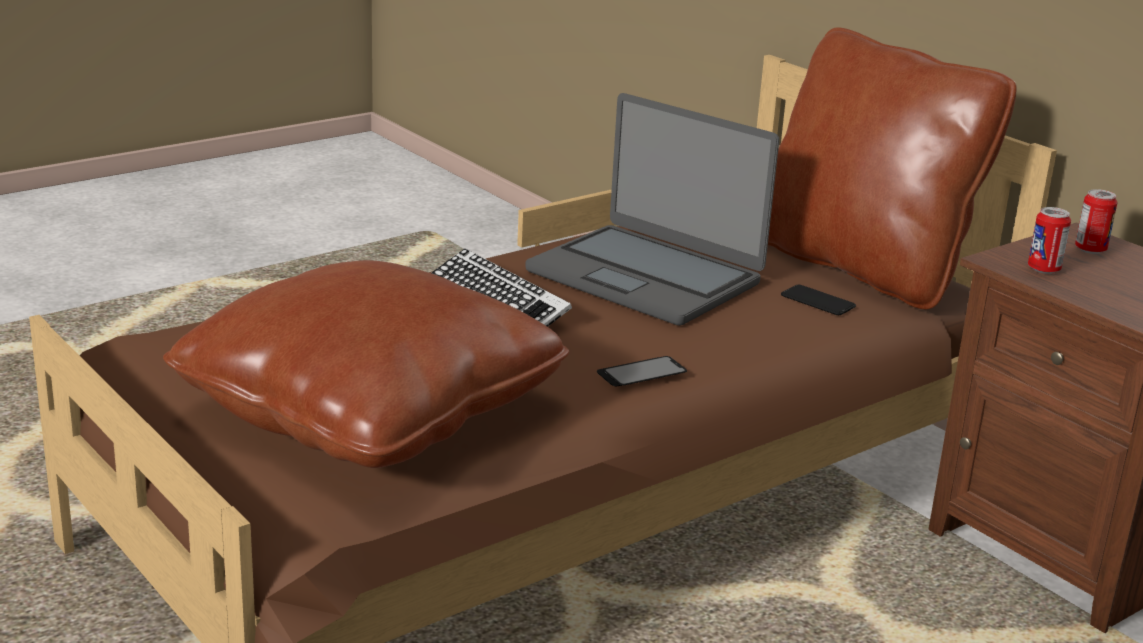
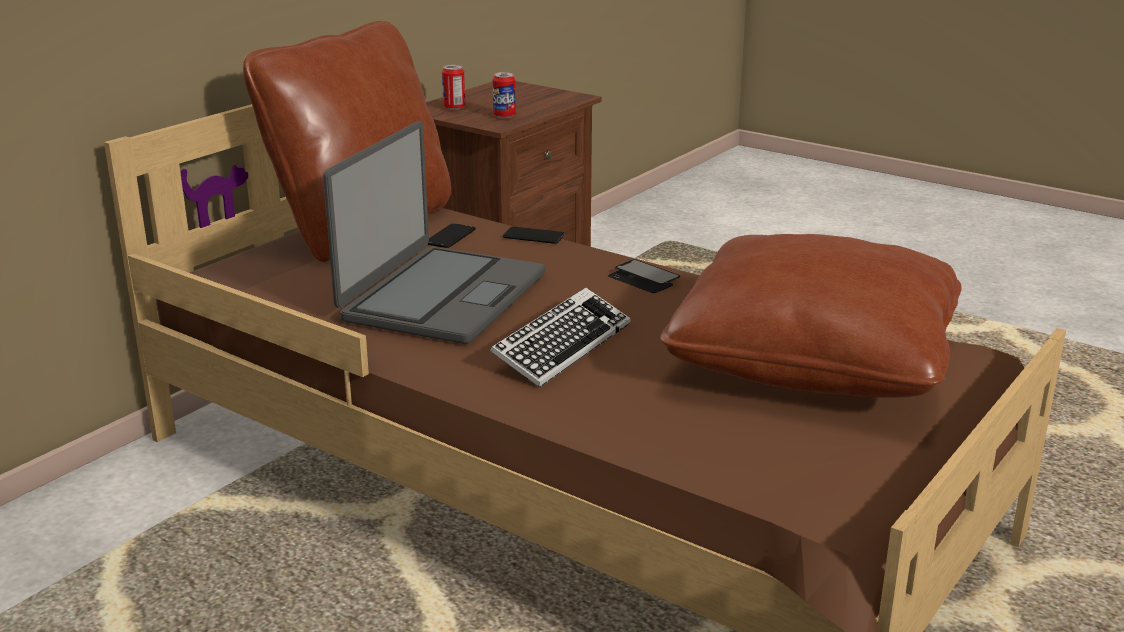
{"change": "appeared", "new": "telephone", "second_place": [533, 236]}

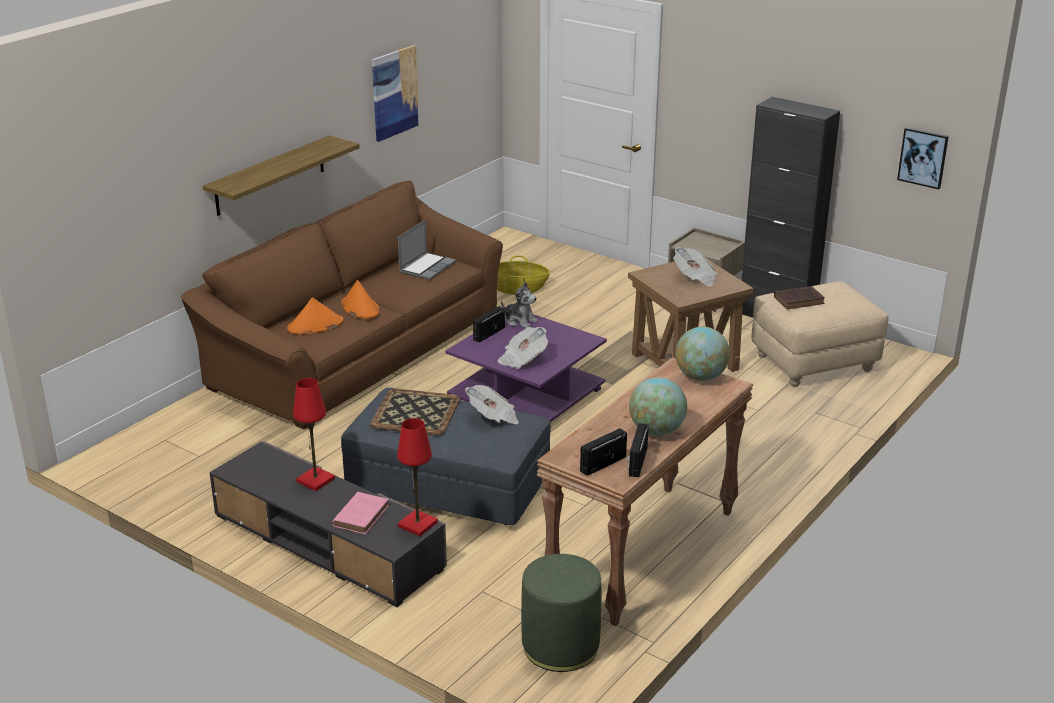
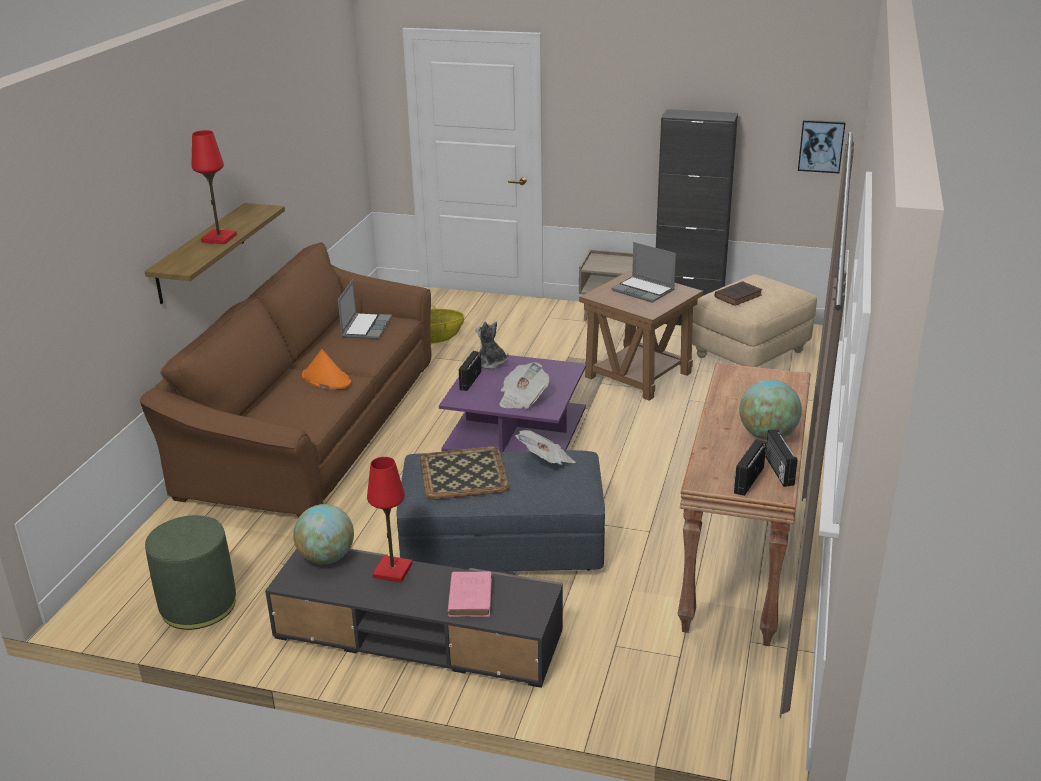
{"change": "relocated", "old": "green-coloured_ottoman", "first_place": [560, 646], "second_place": [198, 605]}
{"change": "relocated", "old": "red_table_lamp", "first_place": [417, 524], "second_place": [219, 238]}
{"change": "relocated", "old": "globe", "first_place": [700, 377], "second_place": [326, 558]}
{"change": "spun", "old": "cuddly_toy", "first_place": [520, 321], "second_place": [491, 363], "degrees": -150}
{"change": "exchanged", "old": "daily_paper", "new": "notebook_computer", "first_place": [695, 278], "second_place": [644, 290]}
{"change": "missing", "old": "orangey_hat", "first_place": [315, 325]}
{"change": "missing", "old": "picture", "first_place": [394, 92]}

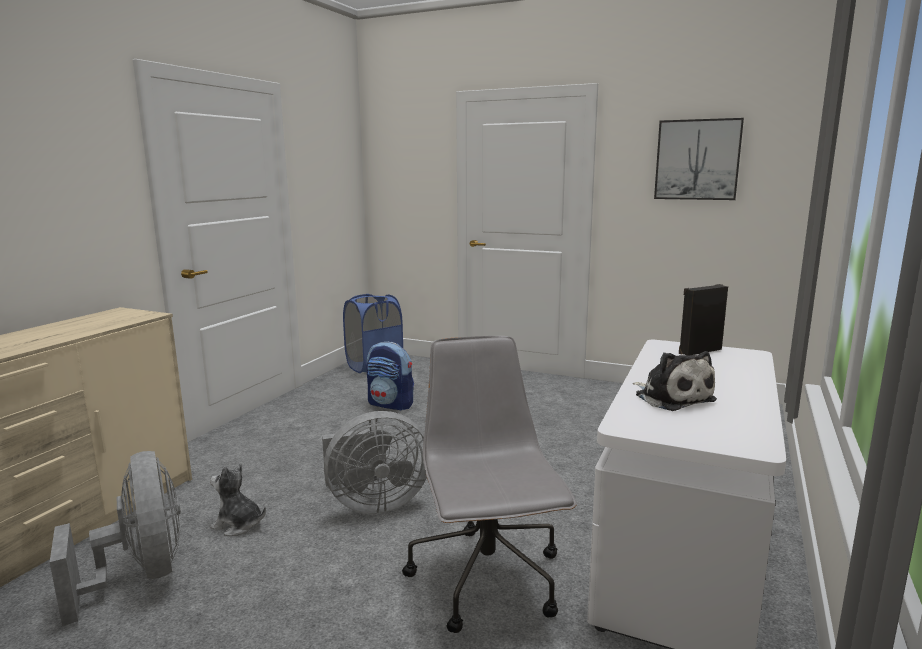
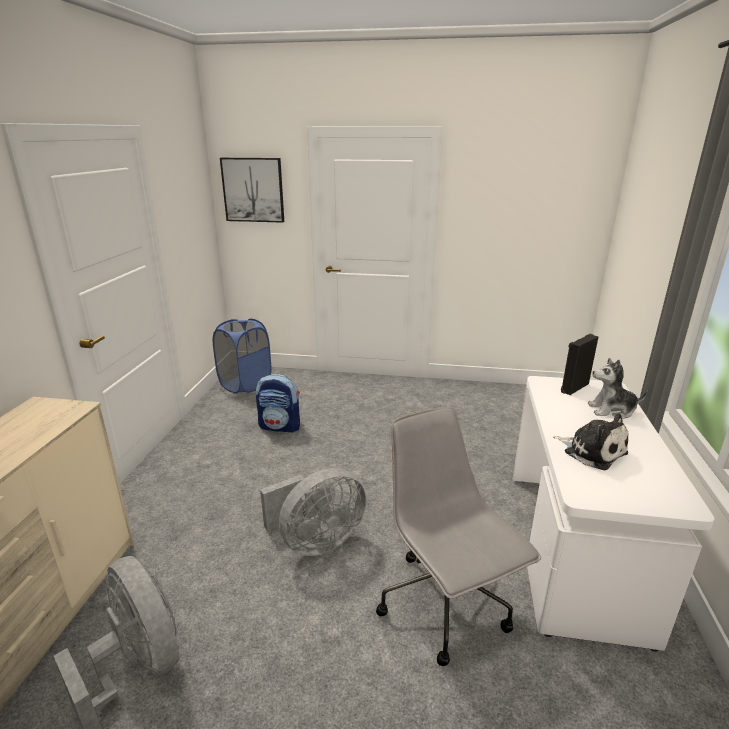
{"change": "relocated", "old": "picture", "first_place": [697, 160], "second_place": [253, 190]}
{"change": "relocated", "old": "cuddly_toy", "first_place": [238, 525], "second_place": [612, 410]}

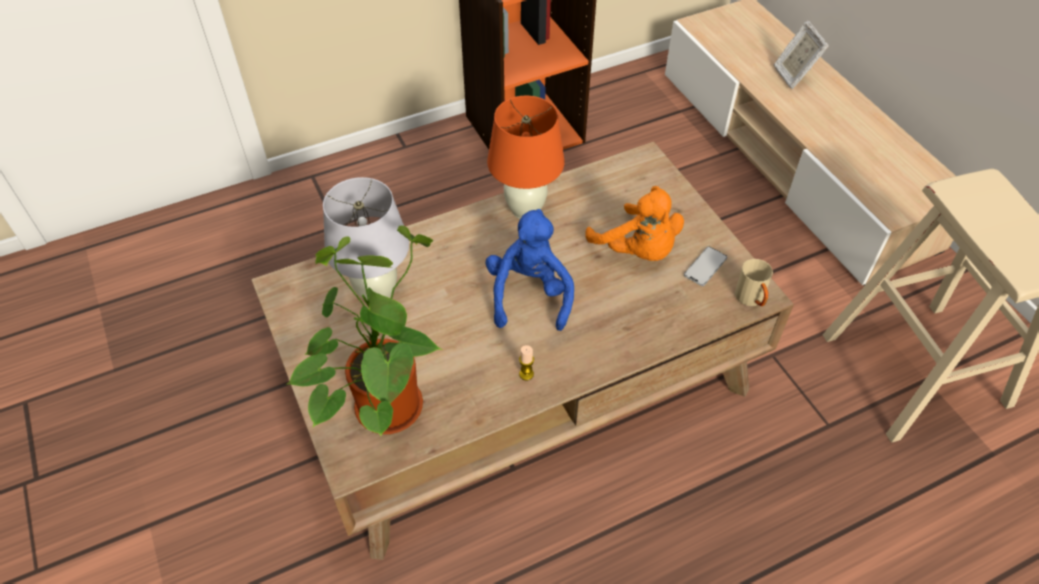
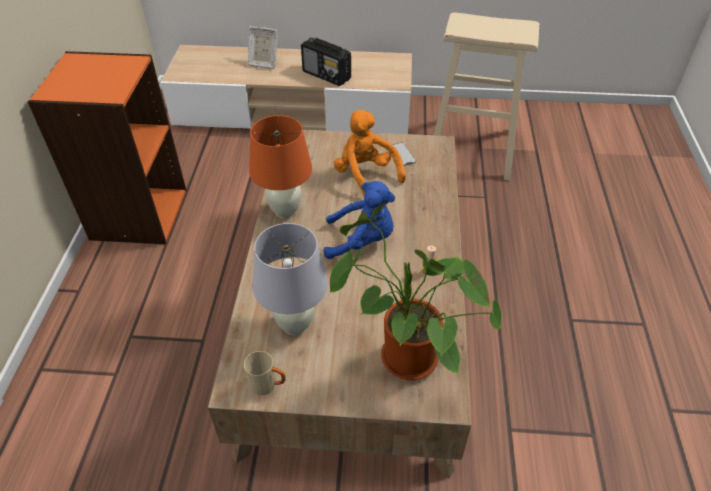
{"change": "relocated", "old": "beige_coffee_mug", "first_place": [751, 300], "second_place": [268, 385]}
{"change": "appeared", "new": "radio_set", "second_place": [327, 75]}
{"change": "spun", "old": "blue-coloured_cuddly_toy", "first_place": [529, 294], "second_place": [362, 241], "degrees": 150}
{"change": "spun", "old": "orangey_cuddly_toy", "first_place": [637, 250], "second_place": [366, 176], "degrees": -120}

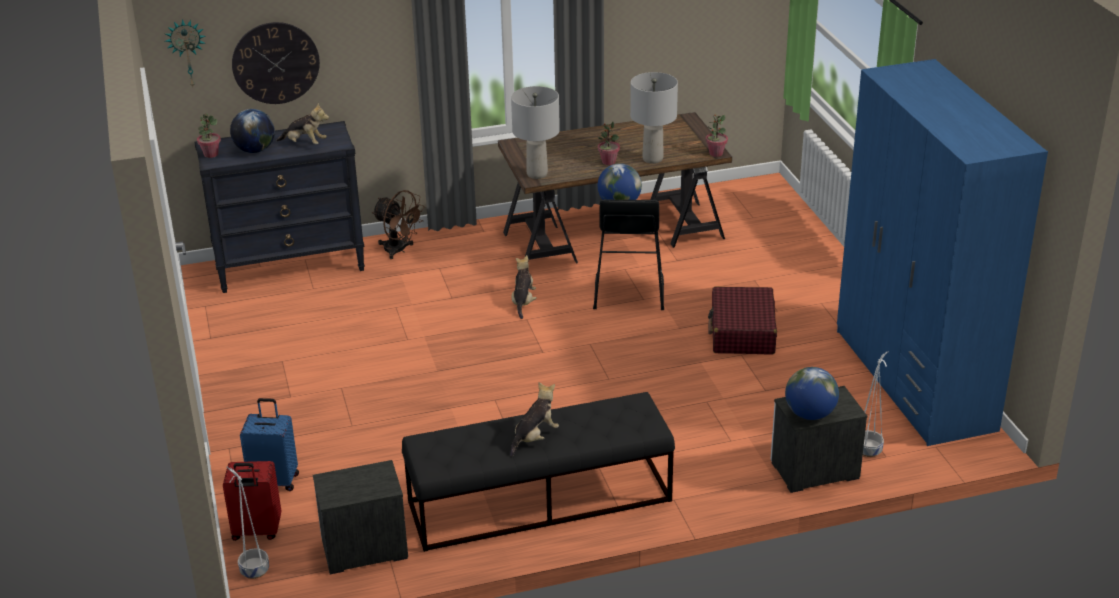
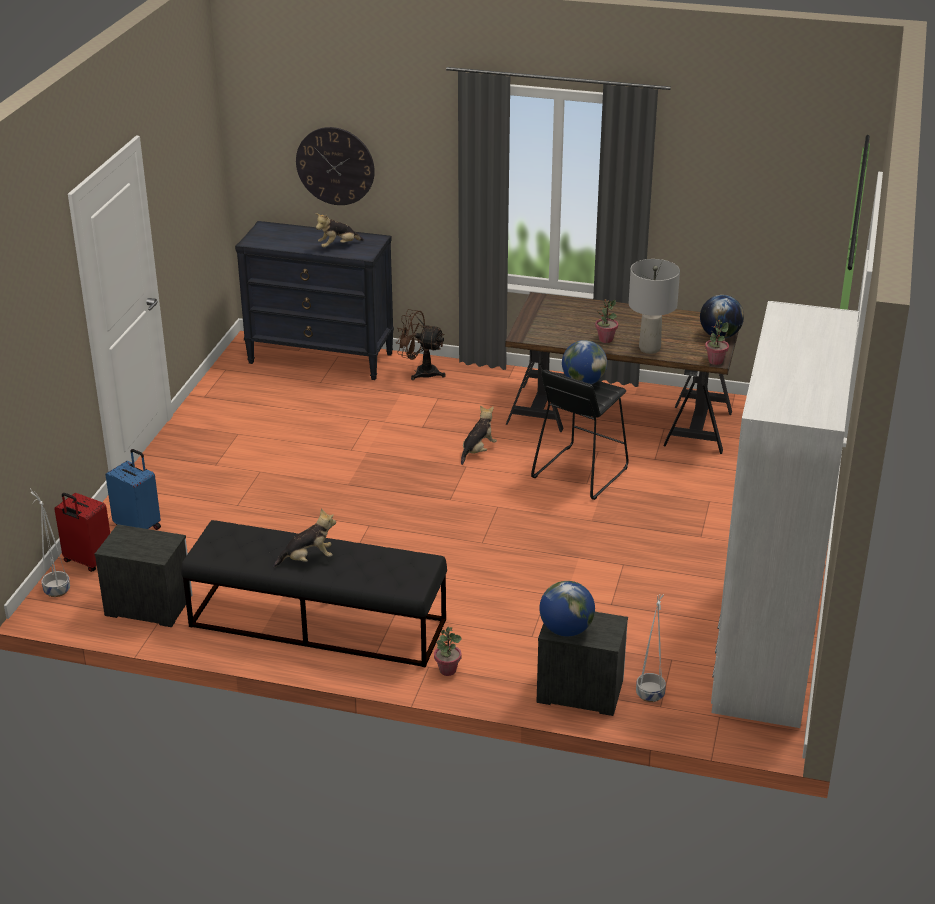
{"change": "spun", "old": "cuddly_toy", "first_place": [305, 143], "second_place": [338, 246], "degrees": 105}
{"change": "spun", "old": "brown-coloured_fan", "first_place": [399, 250], "second_place": [420, 372], "degrees": 135}
{"change": "relocated", "old": "potted_plant", "first_place": [211, 154], "second_place": [447, 670]}
{"change": "relocated", "old": "globe", "first_place": [255, 150], "second_place": [719, 336]}
{"change": "colour", "old": "blue-coloured_armoire", "new": "white_armoire", "first_place": [913, 380], "second_place": [766, 647]}
{"change": "missing", "old": "hanging_clock", "first_place": [187, 52]}
{"change": "missing", "old": "grey_table_lamp", "first_place": [537, 174]}
{"change": "missing", "old": "red_suitcase", "first_place": [742, 332]}

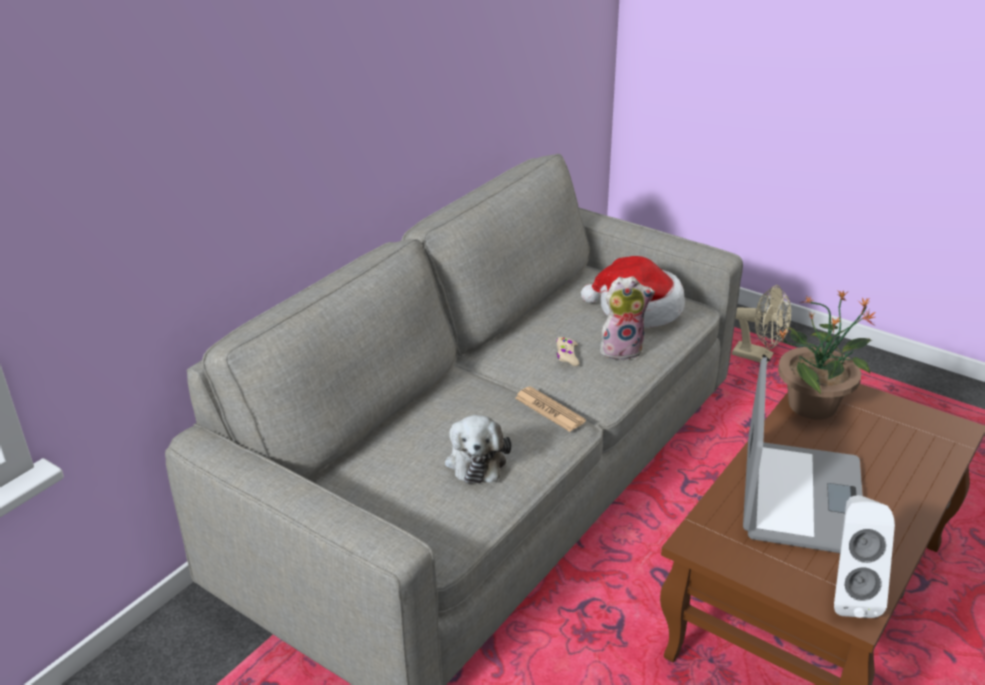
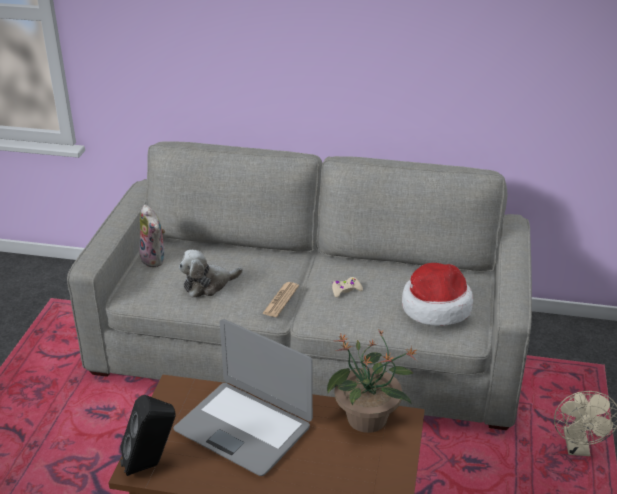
{"change": "colour", "old": "white_speaker", "new": "blackish_speaker", "first_place": [848, 595], "second_place": [151, 464]}
{"change": "relocated", "old": "cuddly_toy", "first_place": [622, 349], "second_place": [155, 259]}
{"change": "spun", "old": "notebook_computer", "first_place": [800, 498], "second_place": [244, 427], "degrees": 45}

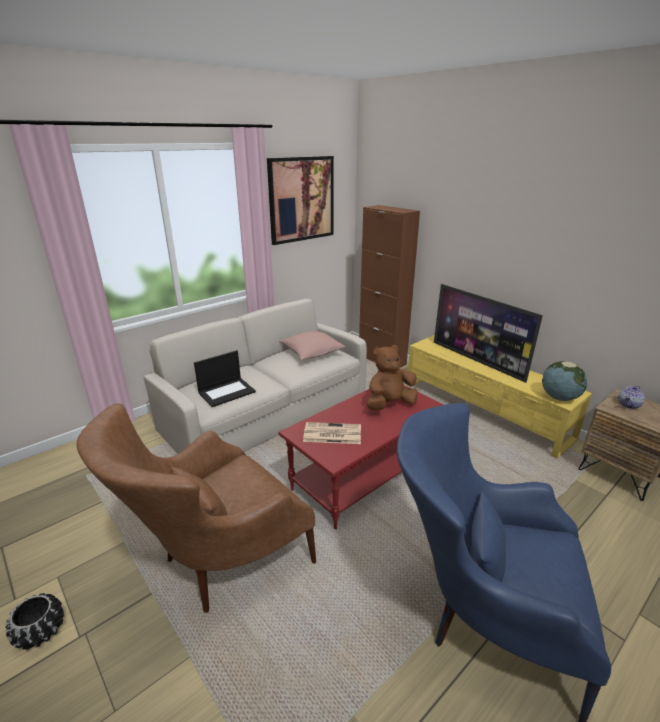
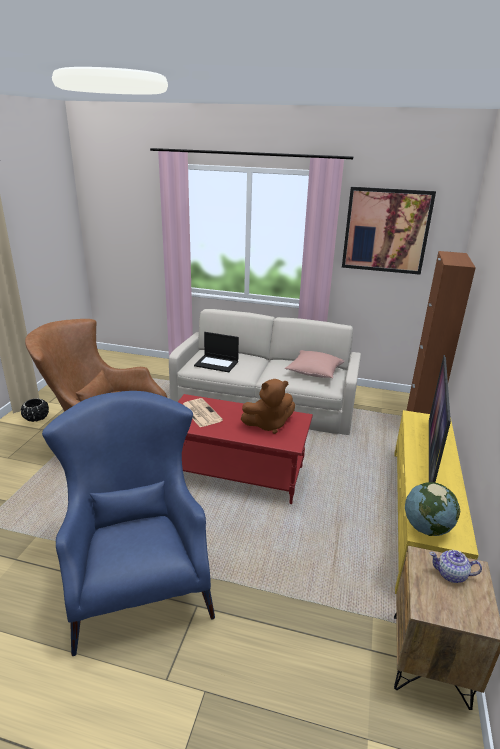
{"change": "spun", "old": "brown-coloured_cuddly_toy", "first_place": [389, 404], "second_place": [268, 424], "degrees": 135}

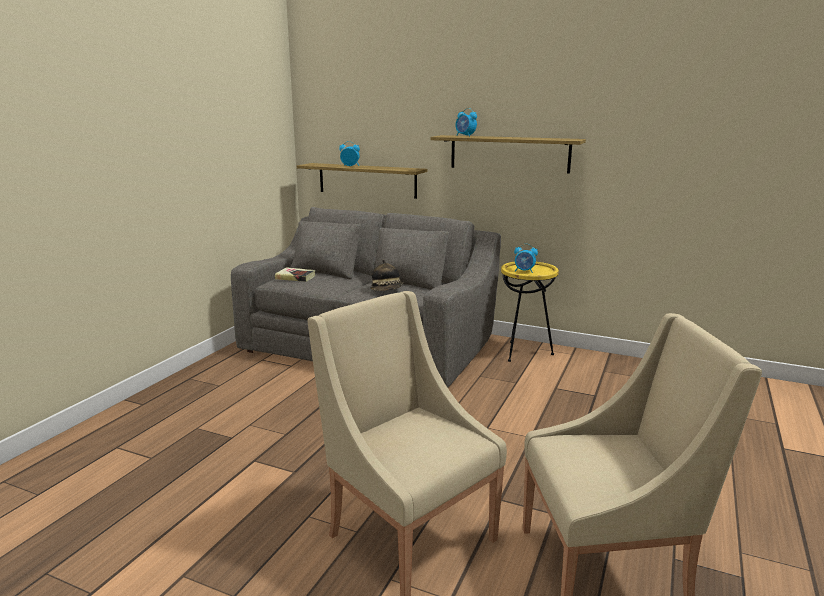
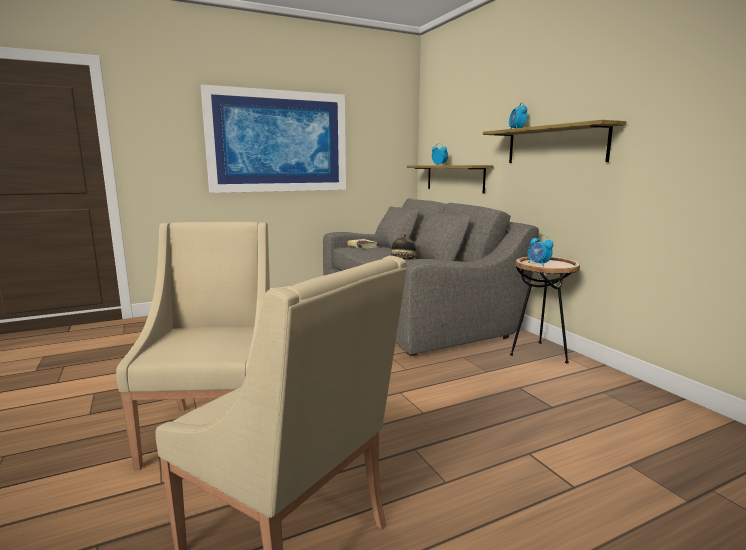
{"change": "appeared", "new": "picture", "second_place": [278, 142]}
{"change": "colour", "old": "yellow-coloured_accent_table", "new": "brown-coloured_accent_table", "first_place": [524, 352], "second_place": [539, 353]}

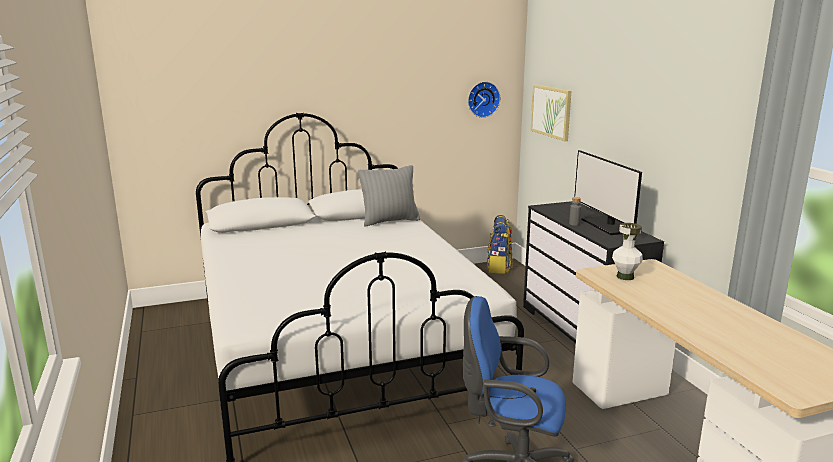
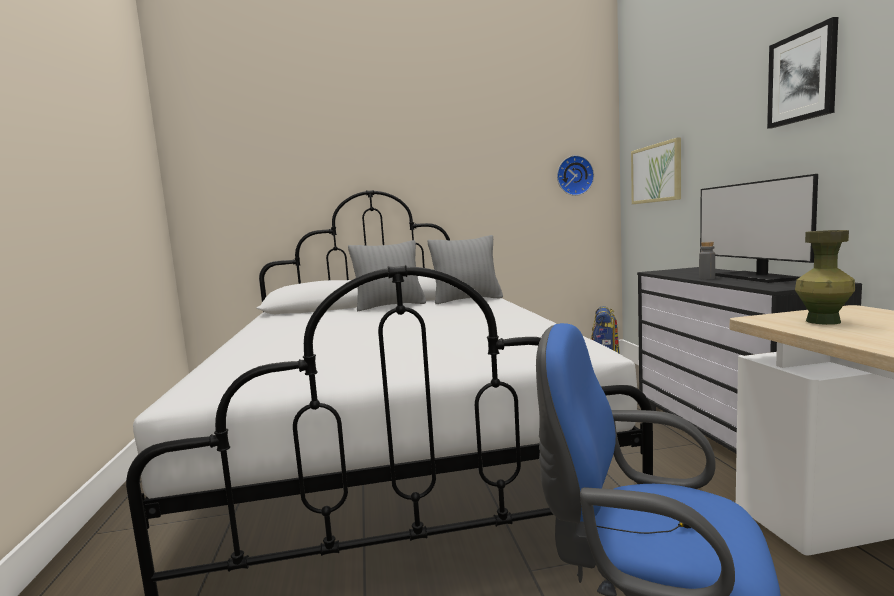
{"change": "appeared", "new": "grey_pillow", "second_place": [390, 306]}
{"change": "appeared", "new": "picture", "second_place": [802, 77]}
{"change": "colour", "old": "white_vase", "new": "green-coloured_vase", "first_place": [625, 277], "second_place": [823, 321]}

